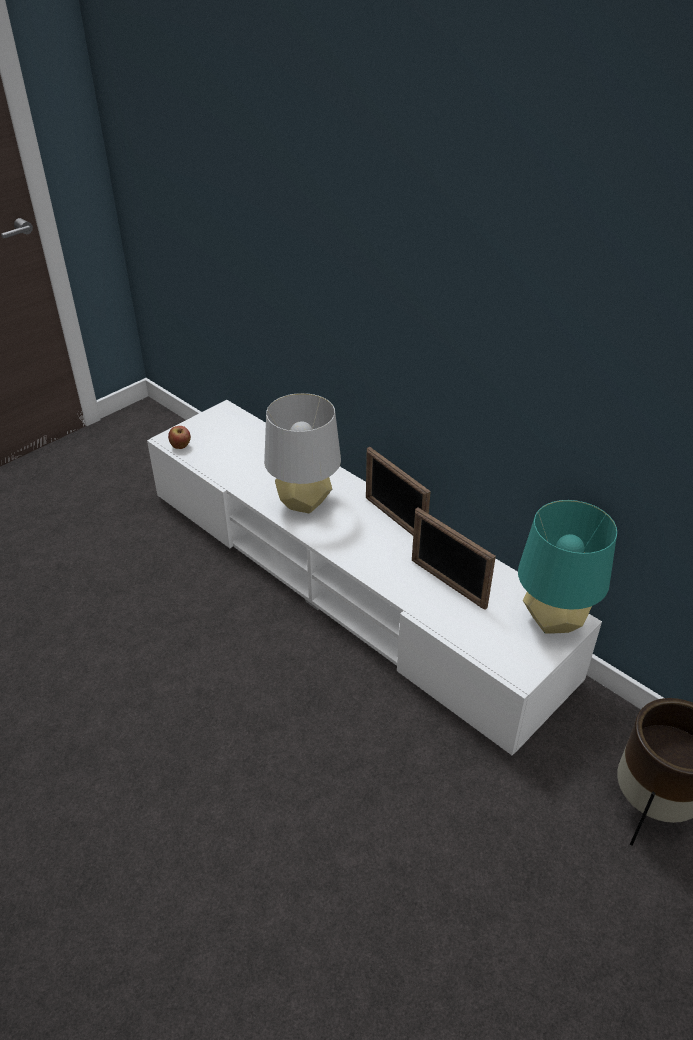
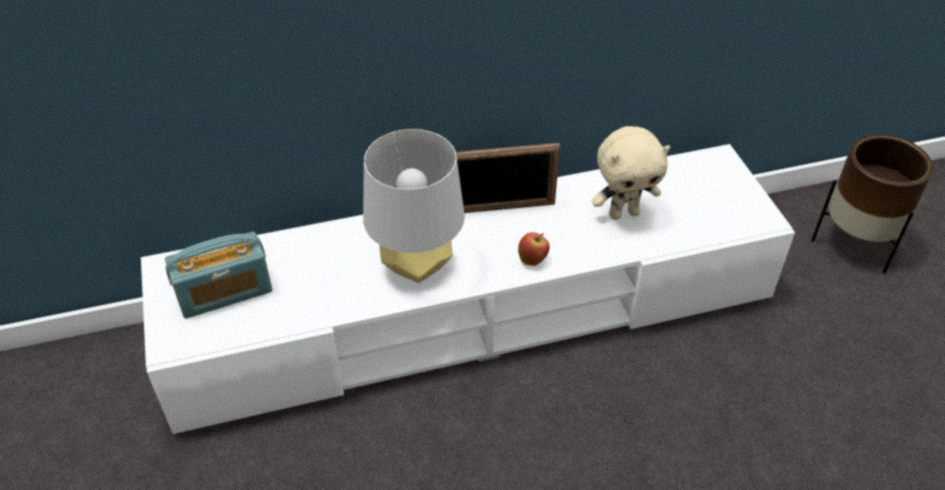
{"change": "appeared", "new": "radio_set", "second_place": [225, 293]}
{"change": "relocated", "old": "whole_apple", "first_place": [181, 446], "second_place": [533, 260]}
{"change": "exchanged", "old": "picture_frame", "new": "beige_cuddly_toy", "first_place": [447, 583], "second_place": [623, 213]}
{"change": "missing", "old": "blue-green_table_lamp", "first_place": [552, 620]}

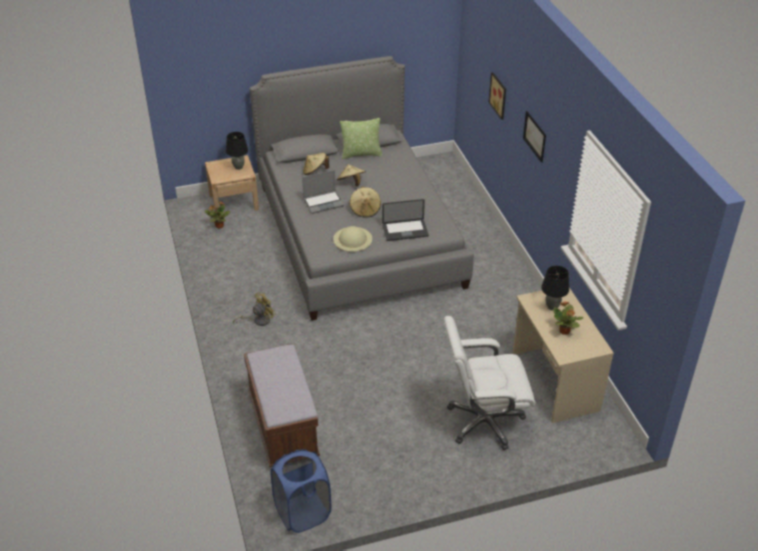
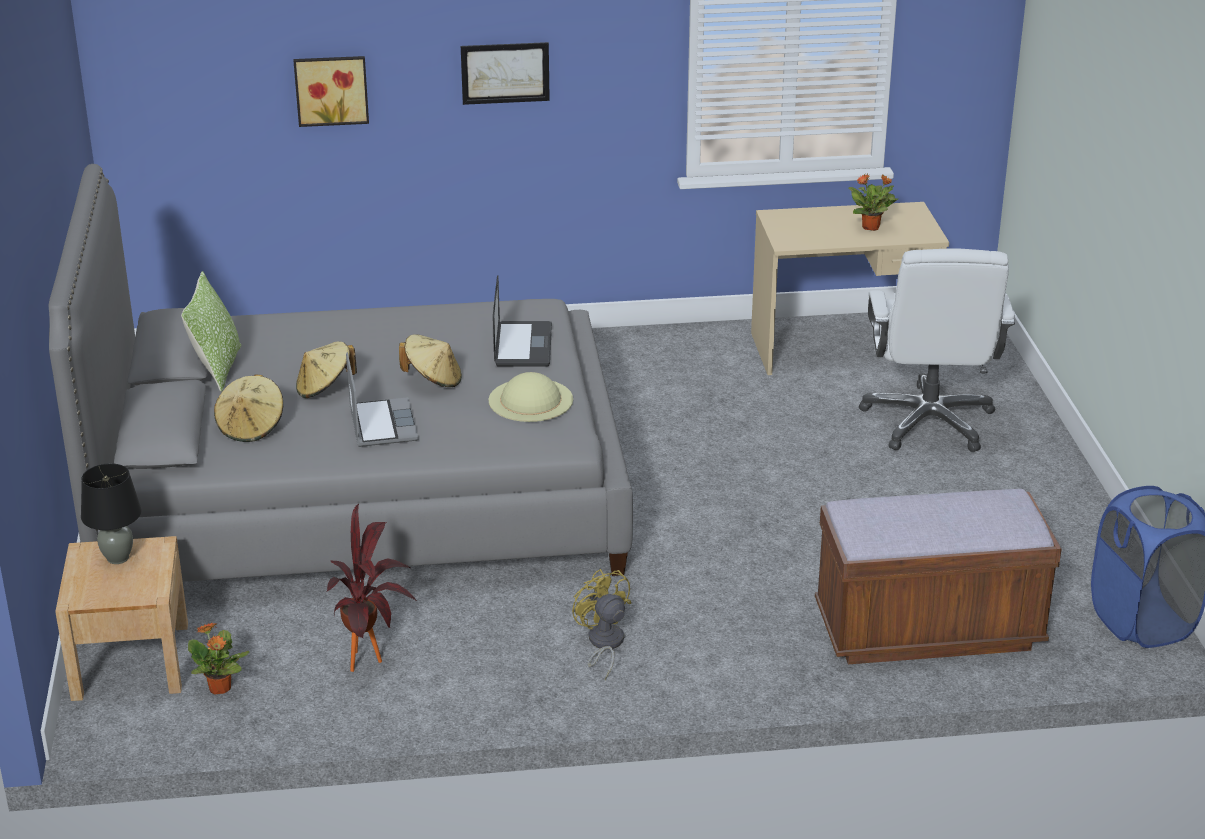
{"change": "appeared", "new": "potted_plant", "second_place": [372, 660]}
{"change": "missing", "old": "blackish_table_lamp", "first_place": [552, 307]}

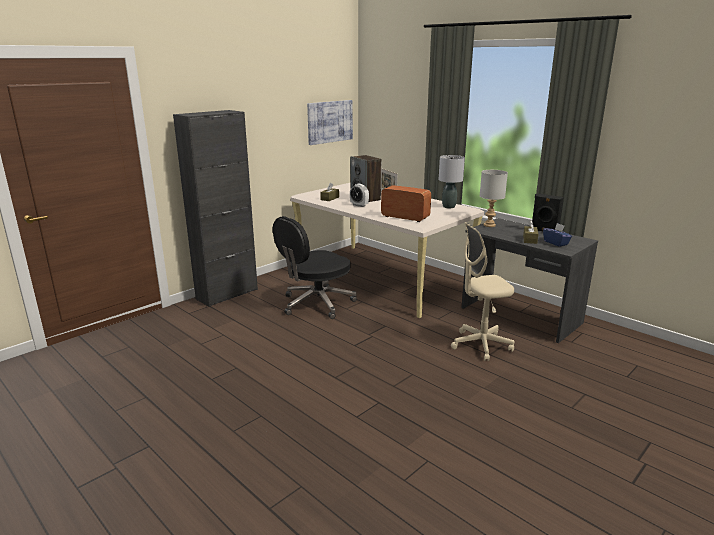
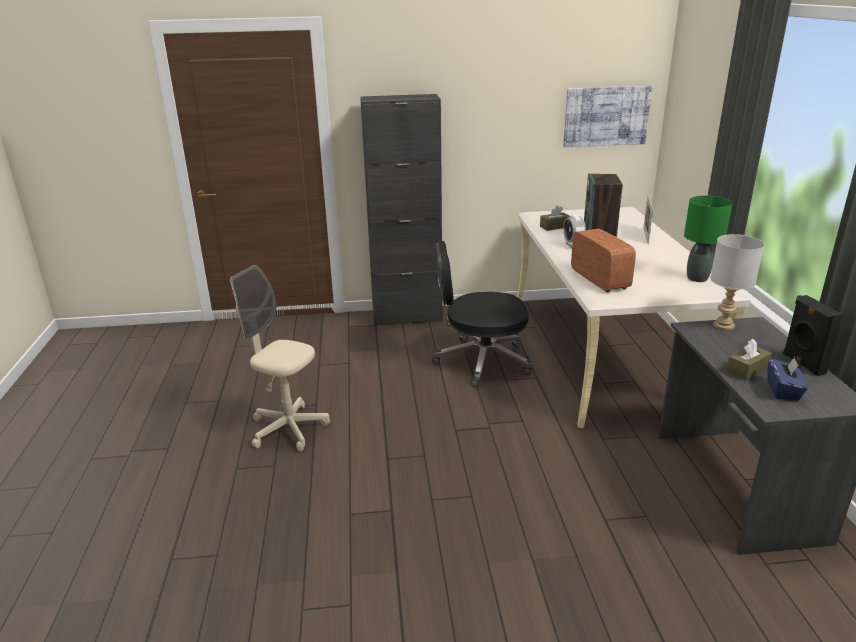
{"change": "relocated", "old": "beige_desk_chair", "first_place": [481, 345], "second_place": [288, 429]}
{"change": "colour", "old": "grey_table_lamp", "new": "green-coloured_table_lamp", "first_place": [448, 206], "second_place": [697, 278]}

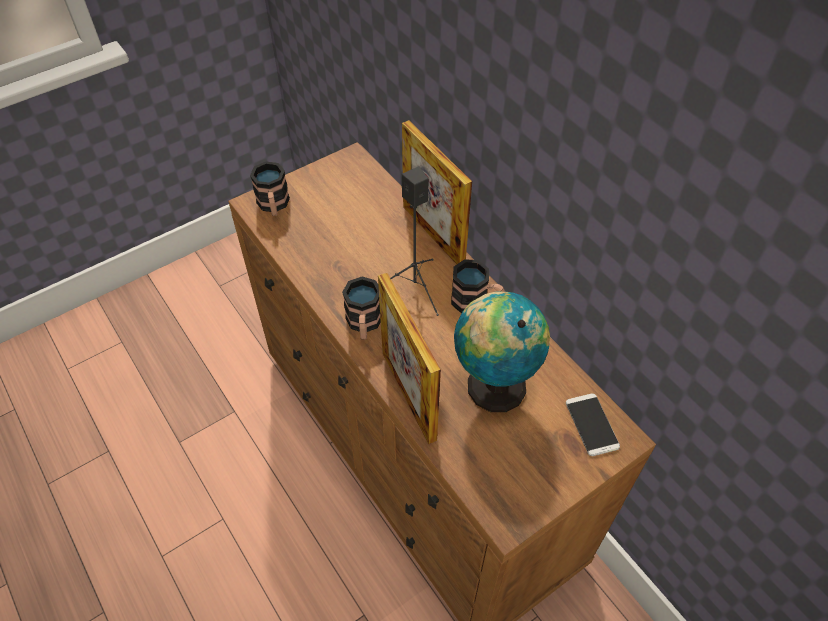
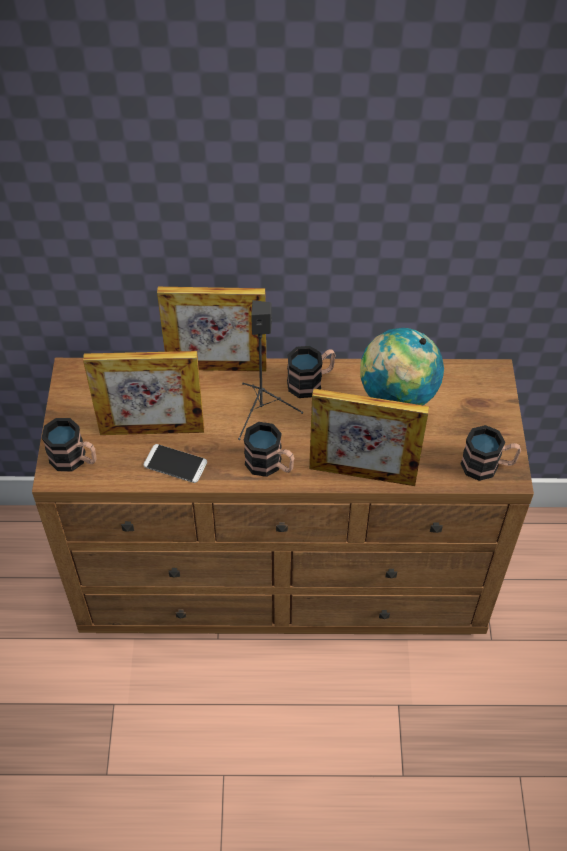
{"change": "appeared", "new": "picture_frame", "second_place": [152, 430]}
{"change": "relocated", "old": "telephone", "first_place": [591, 424], "second_place": [175, 464]}
{"change": "appeared", "new": "coffee_mug", "second_place": [487, 466]}

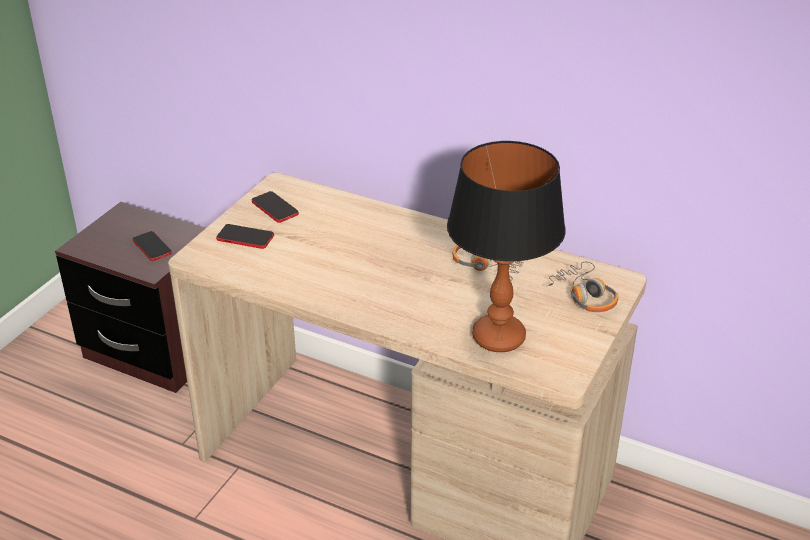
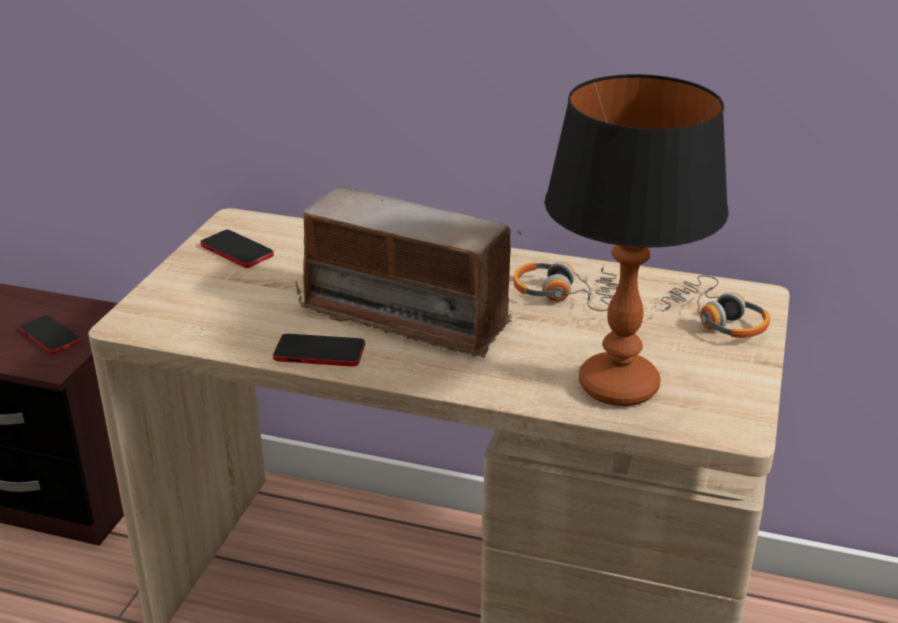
{"change": "relocated", "old": "telephone", "first_place": [245, 237], "second_place": [319, 352]}
{"change": "appeared", "new": "radio_set", "second_place": [408, 317]}

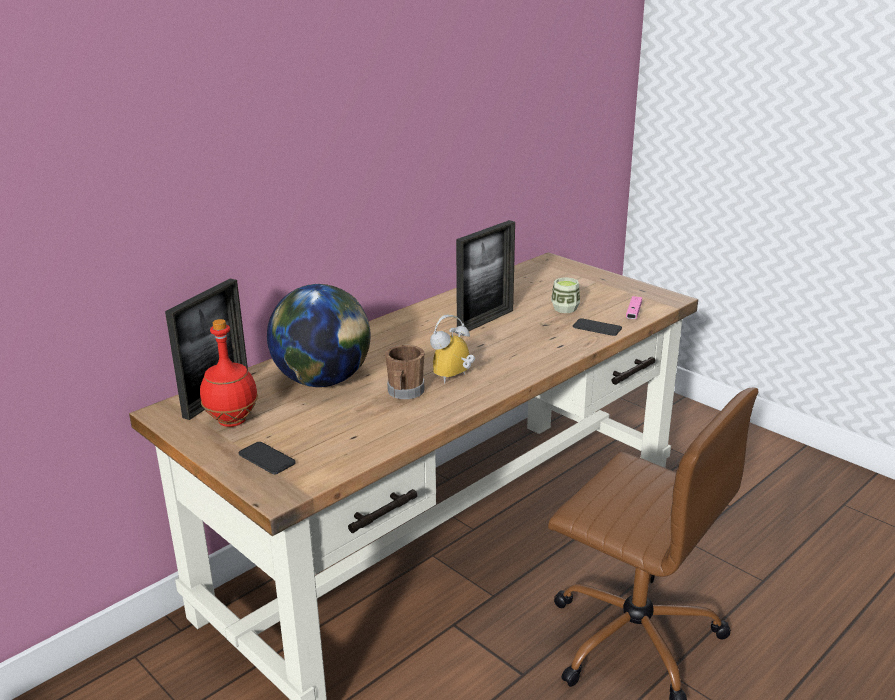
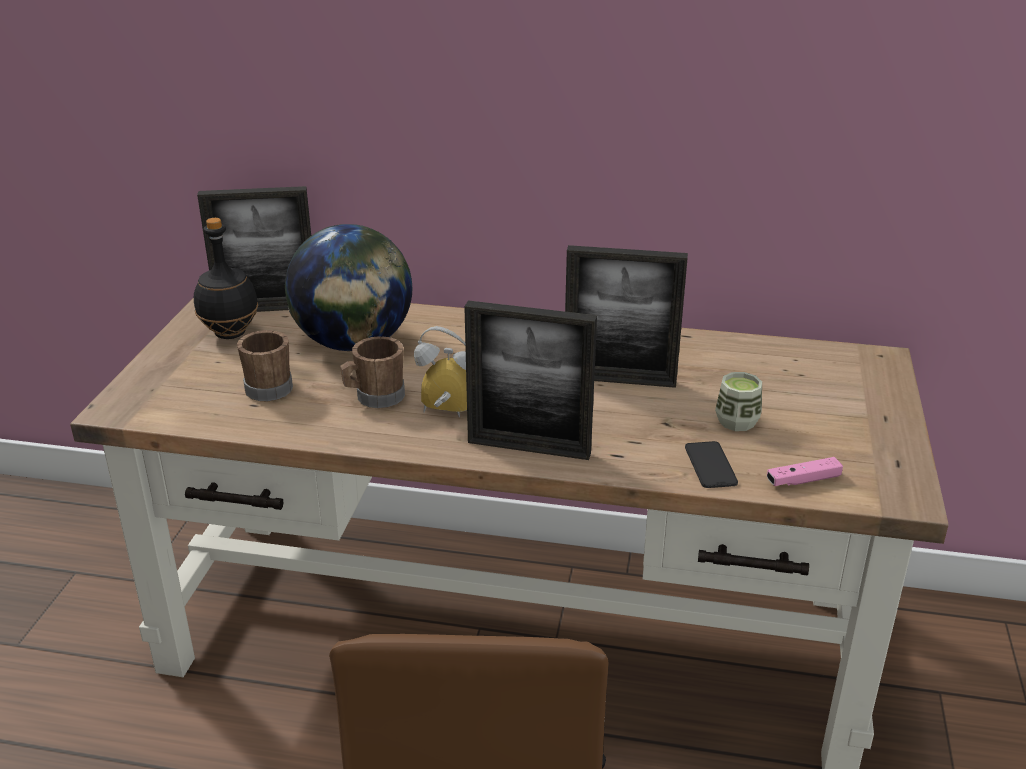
{"change": "colour", "old": "red_beverage_bottle", "new": "blackish_beverage_bottle", "first_place": [232, 421], "second_place": [231, 333]}
{"change": "appeared", "new": "brown-coloured_coffee_mug", "second_place": [269, 386]}
{"change": "appeared", "new": "picture_frame", "second_place": [529, 448]}
{"change": "missing", "old": "telephone", "first_place": [267, 458]}

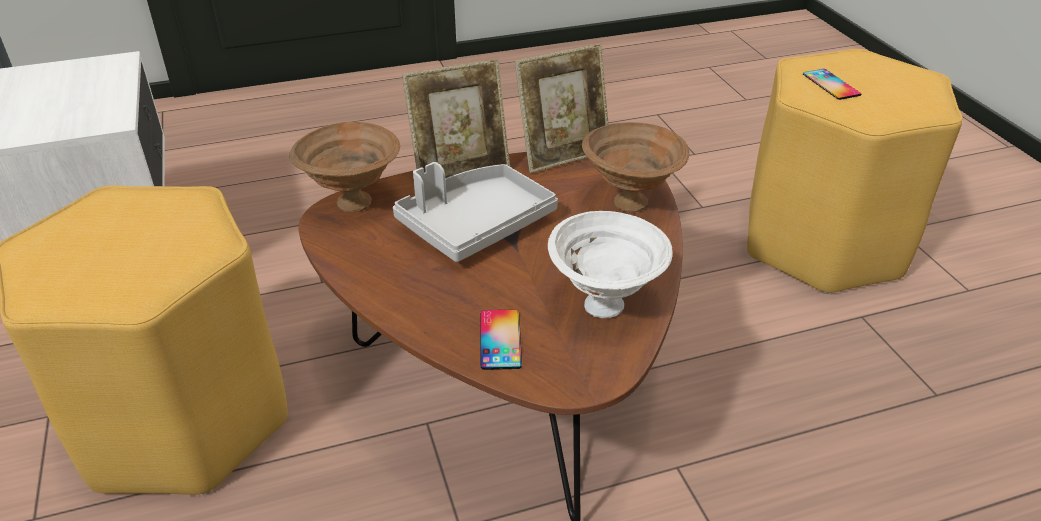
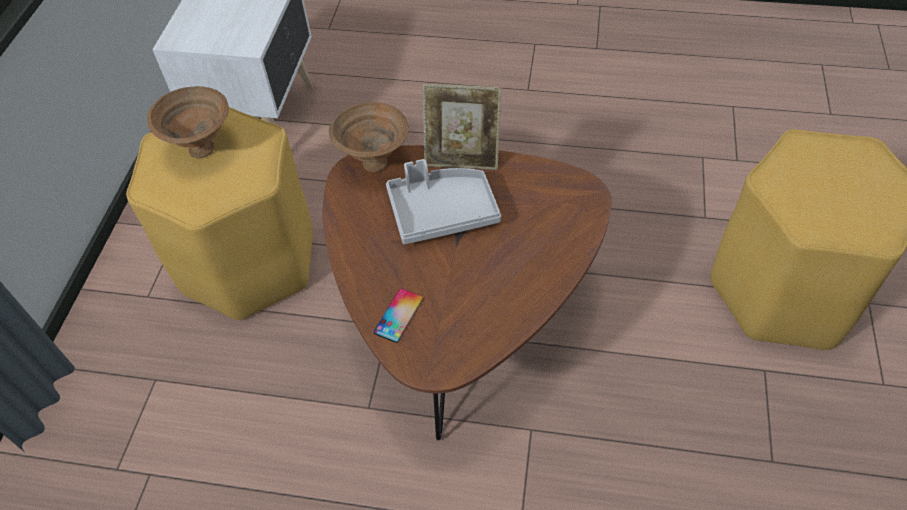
{"change": "relocated", "old": "brown-coloured_serving_bowl", "first_place": [628, 201], "second_place": [202, 147]}
{"change": "missing", "old": "picture_frame", "first_place": [563, 154]}
{"change": "missing", "old": "white_serving_bowl", "first_place": [604, 304]}
{"change": "missing", "old": "telephone", "first_place": [831, 84]}

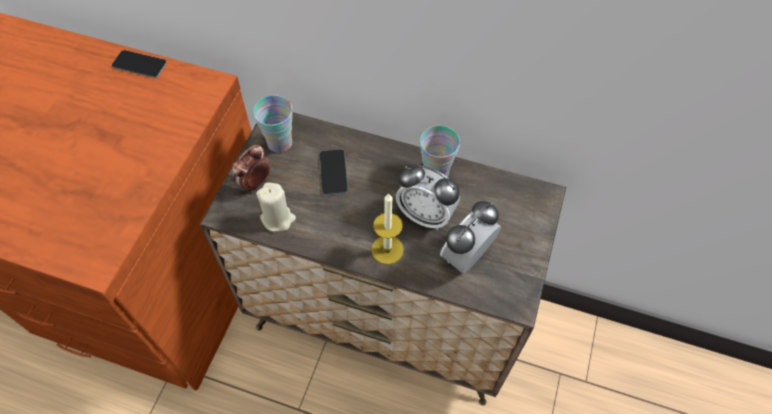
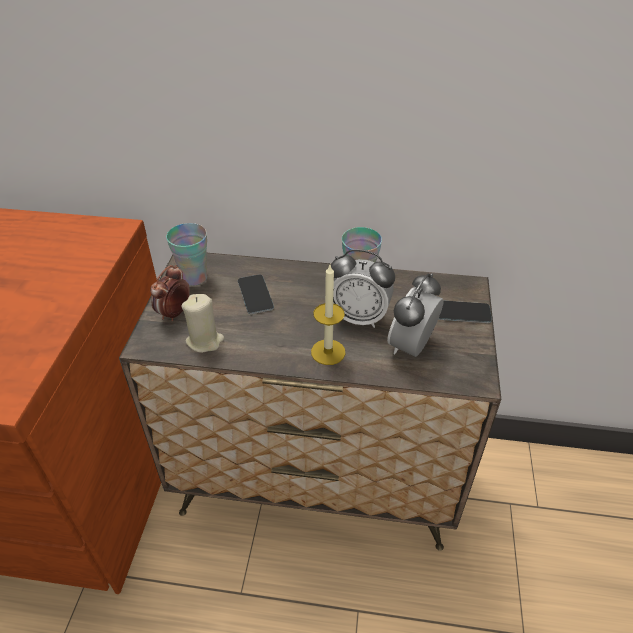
{"change": "relocated", "old": "telephone", "first_place": [139, 64], "second_place": [461, 312]}

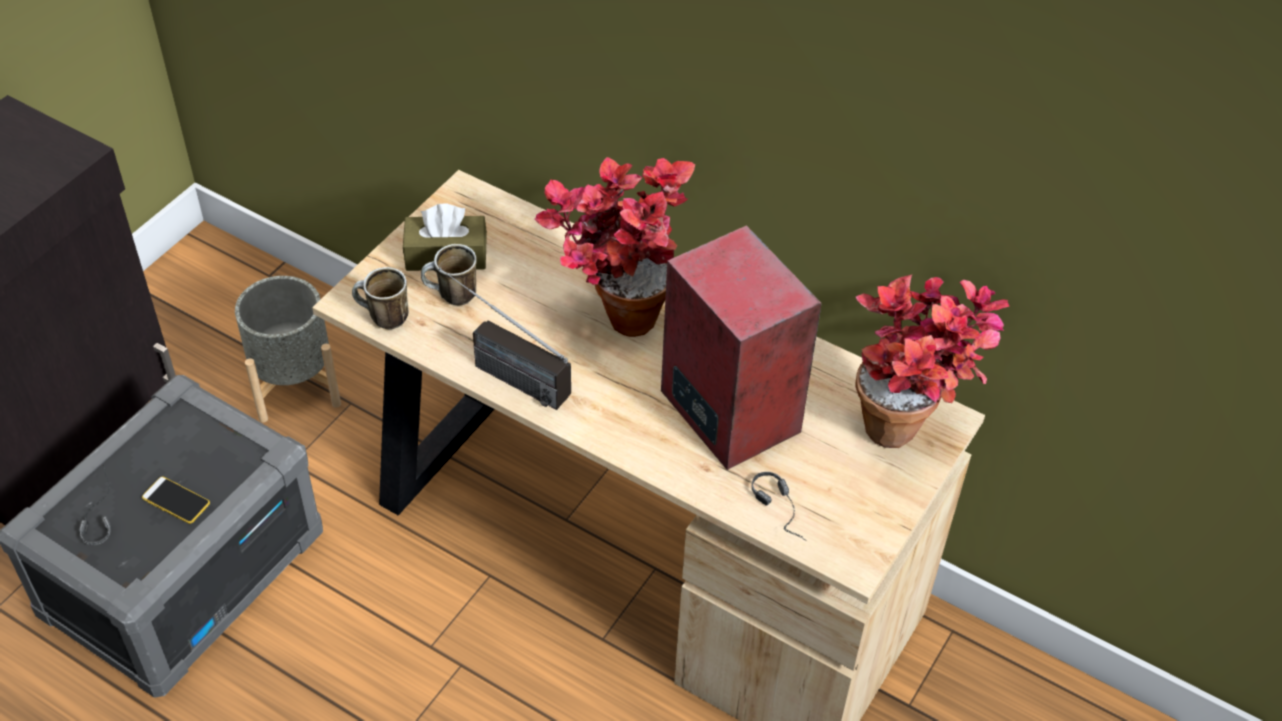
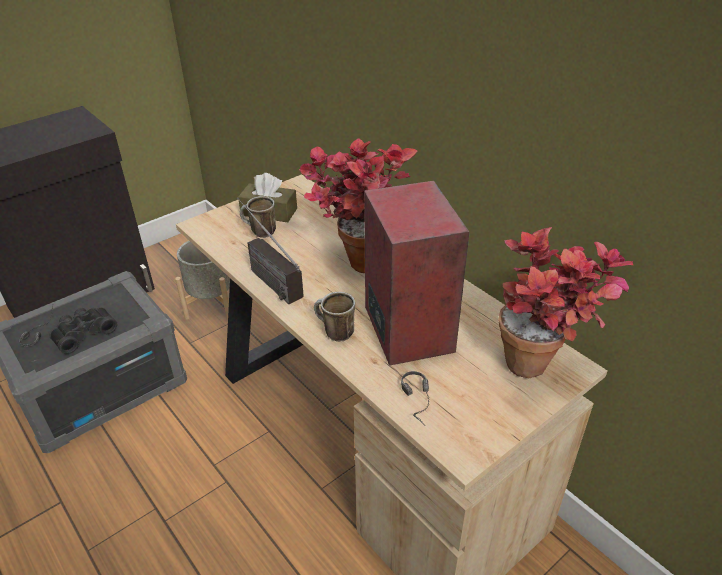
{"change": "exchanged", "old": "telephone", "new": "blackish_binoculars", "first_place": [176, 500], "second_place": [83, 333]}
{"change": "relocated", "old": "coffee_mug", "first_place": [382, 319], "second_place": [334, 333]}

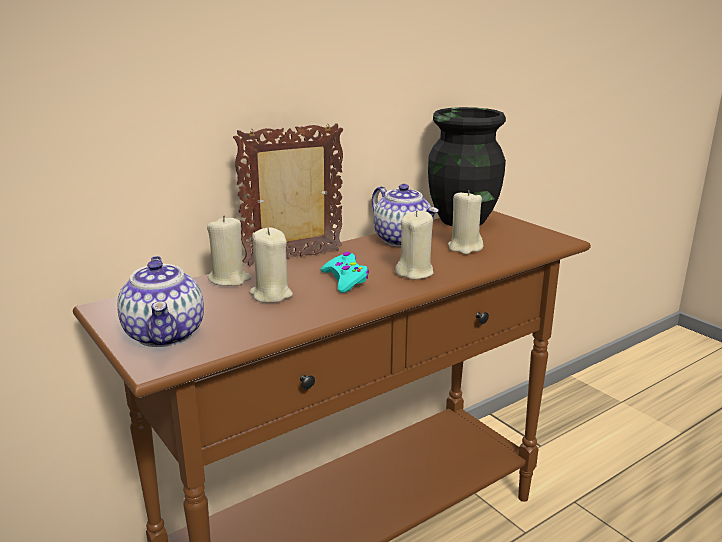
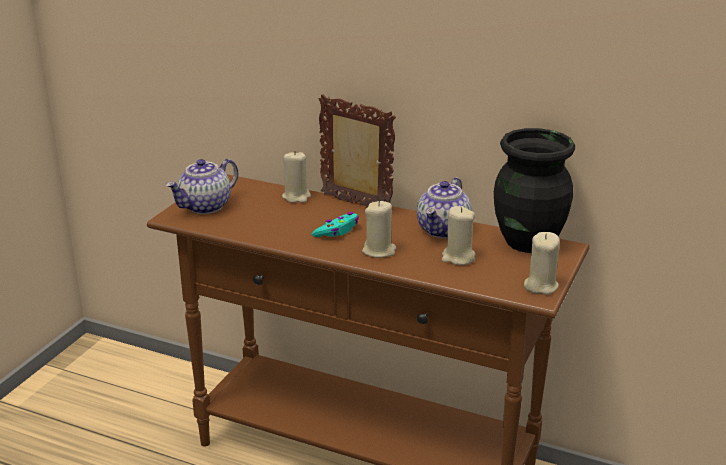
{"change": "relocated", "old": "beige_wax_light", "first_place": [271, 295], "second_place": [540, 286]}

